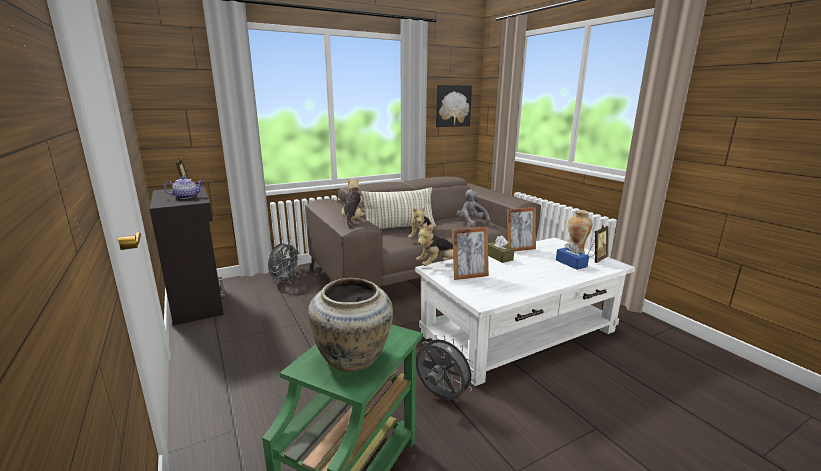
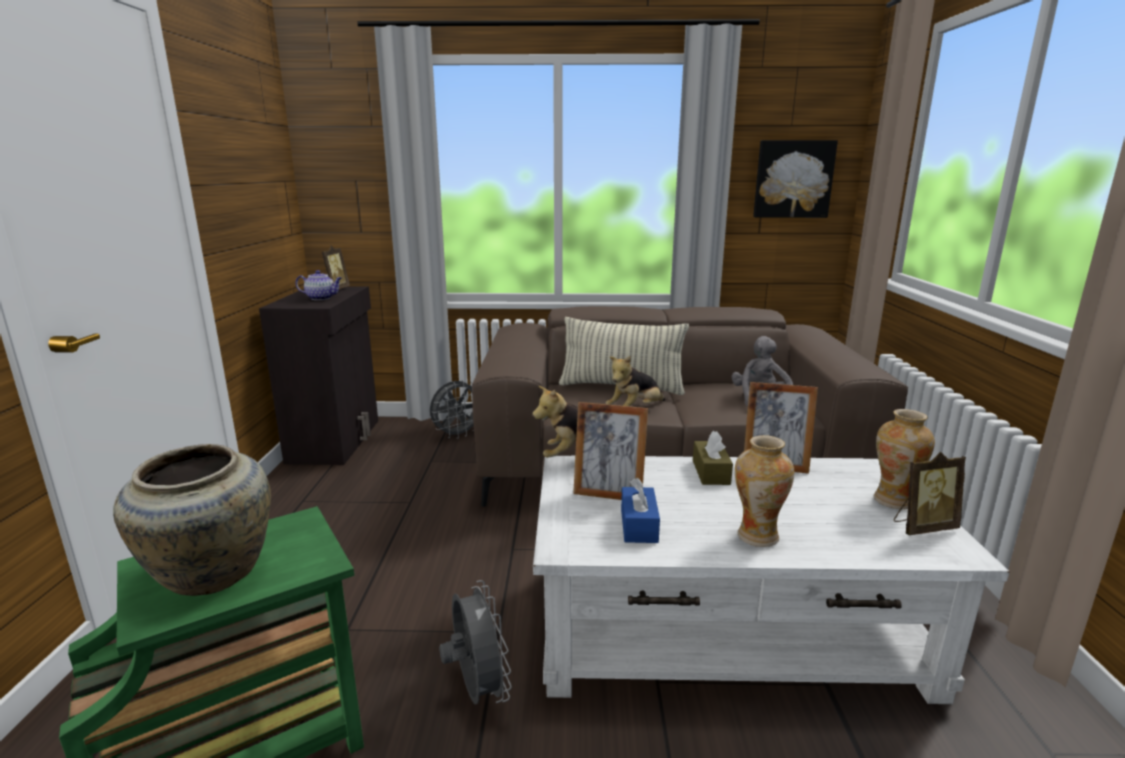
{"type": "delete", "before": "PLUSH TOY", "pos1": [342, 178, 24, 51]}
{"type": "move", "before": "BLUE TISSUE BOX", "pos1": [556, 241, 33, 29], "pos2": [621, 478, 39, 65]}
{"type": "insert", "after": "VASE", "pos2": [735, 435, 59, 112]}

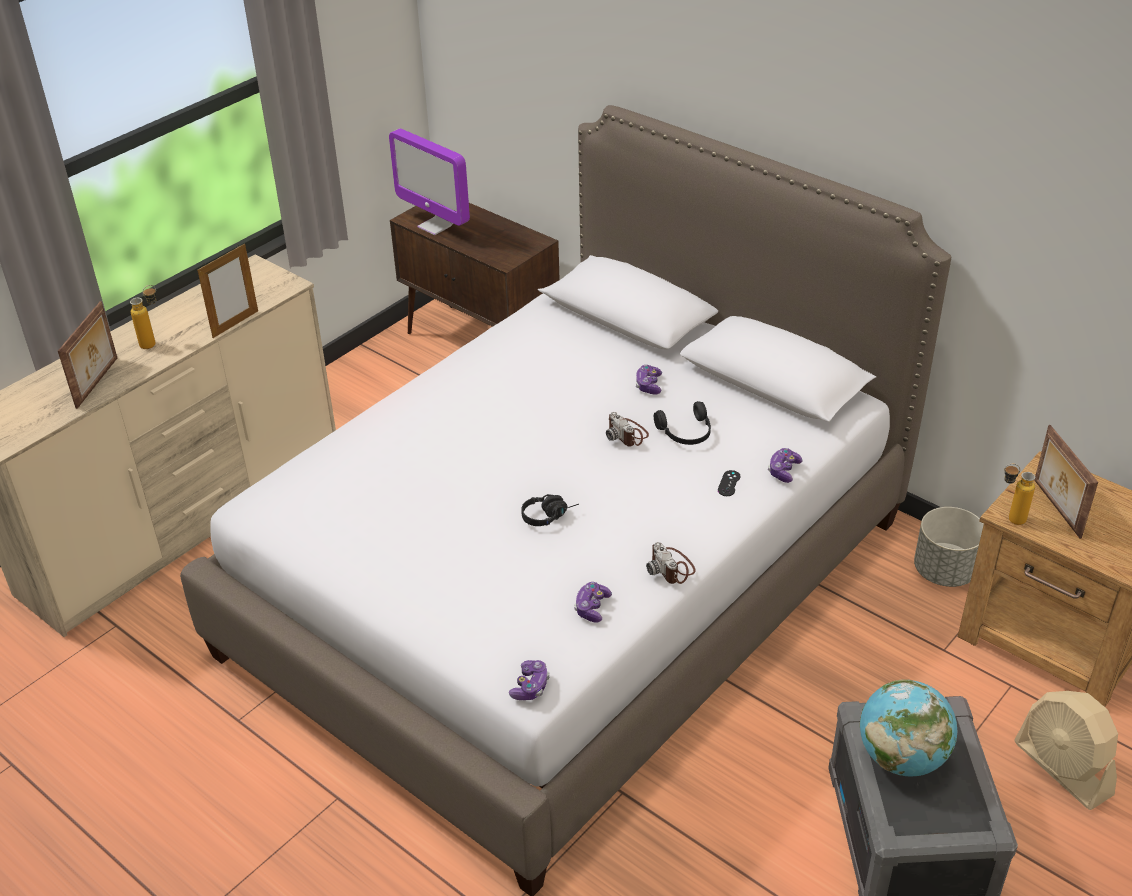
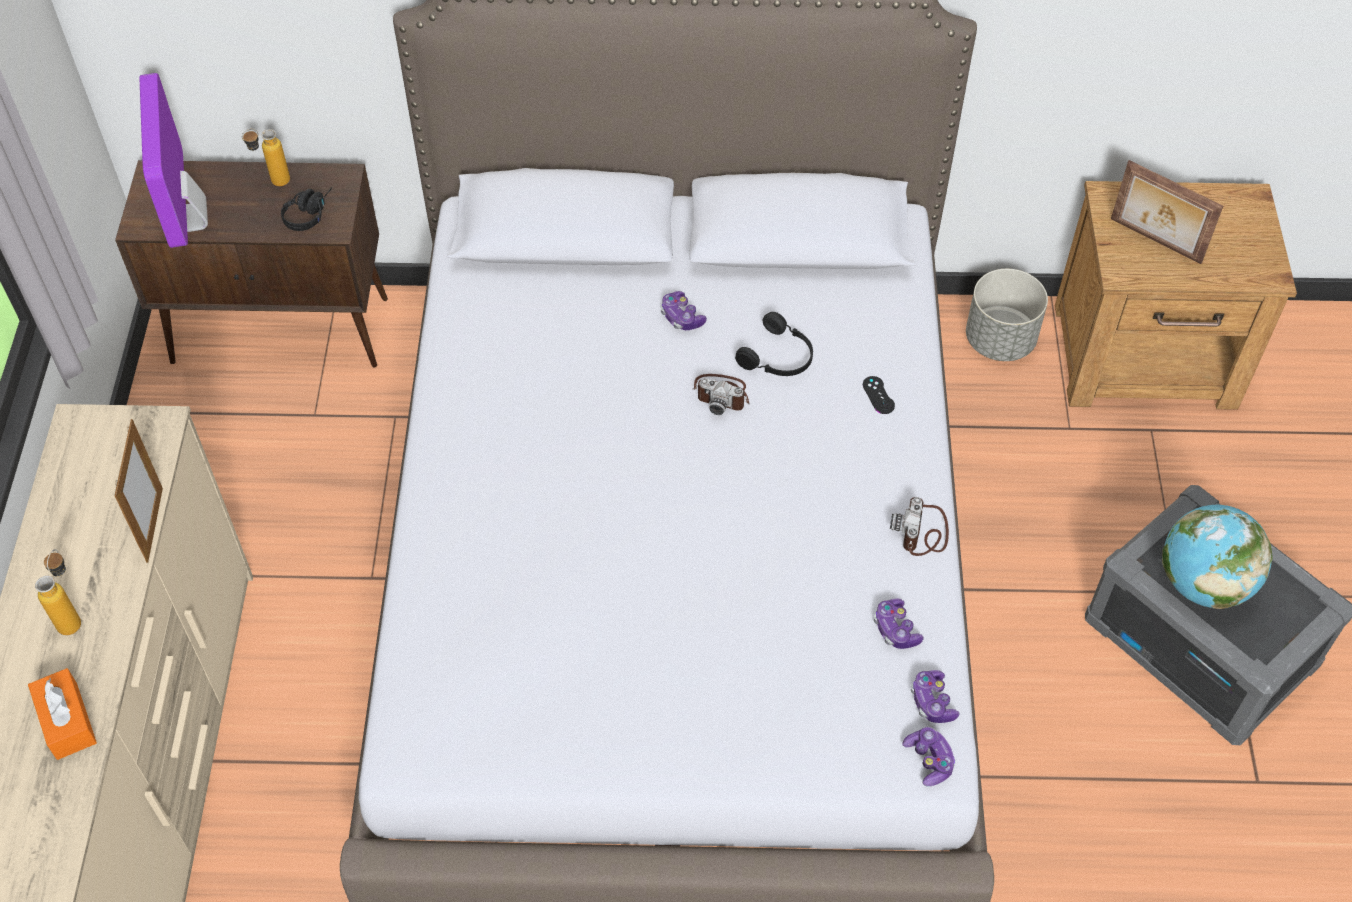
{"type": "replace", "before": "PICTURE FRAME", "after": "ORANGE TISSUE BOX", "pos1": [58, 301, 59, 108], "pos2": [28, 668, 69, 92]}
{"type": "rotate", "before": "MONITOR", "pos1": [389, 128, 81, 107], "pos2": [140, 73, 68, 175], "turn": 75}
{"type": "move", "before": "BLACK HEADPHONES", "pos1": [521, 494, 58, 32], "pos2": [281, 187, 51, 44]}
{"type": "rotate", "before": "PHOTO CAMERA", "pos1": [646, 542, 50, 42], "pos2": [890, 497, 59, 59], "turn": 75}
{"type": "move", "before": "GAME CONTROLLER", "pos1": [768, 448, 35, 35], "pos2": [911, 670, 48, 53]}
{"type": "move", "before": "BOTTLE", "pos1": [1004, 464, 31, 61], "pos2": [242, 129, 48, 57]}
{"type": "delete", "before": "BEIGE FAN", "pos1": [1014, 691, 104, 119]}

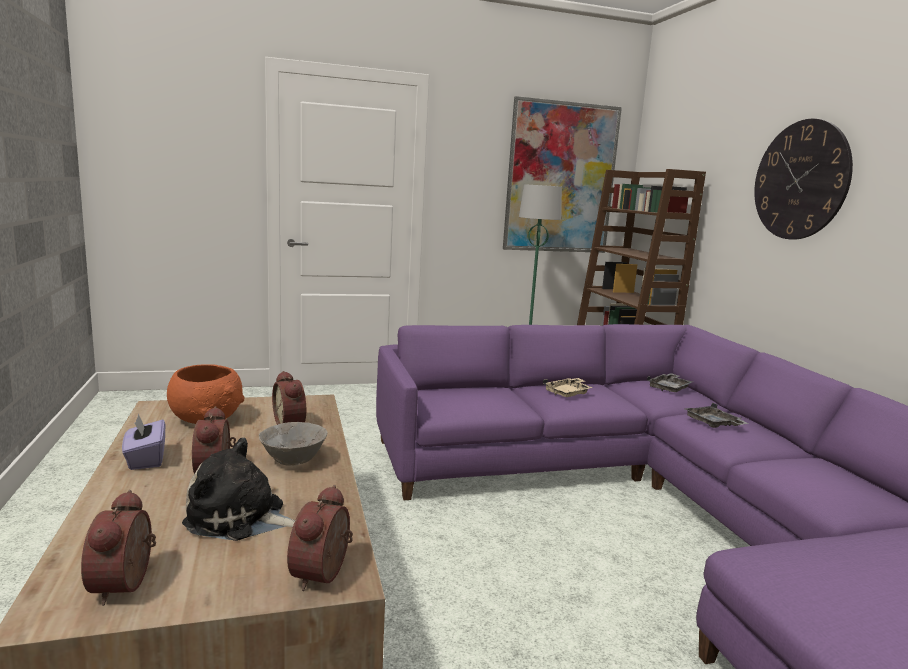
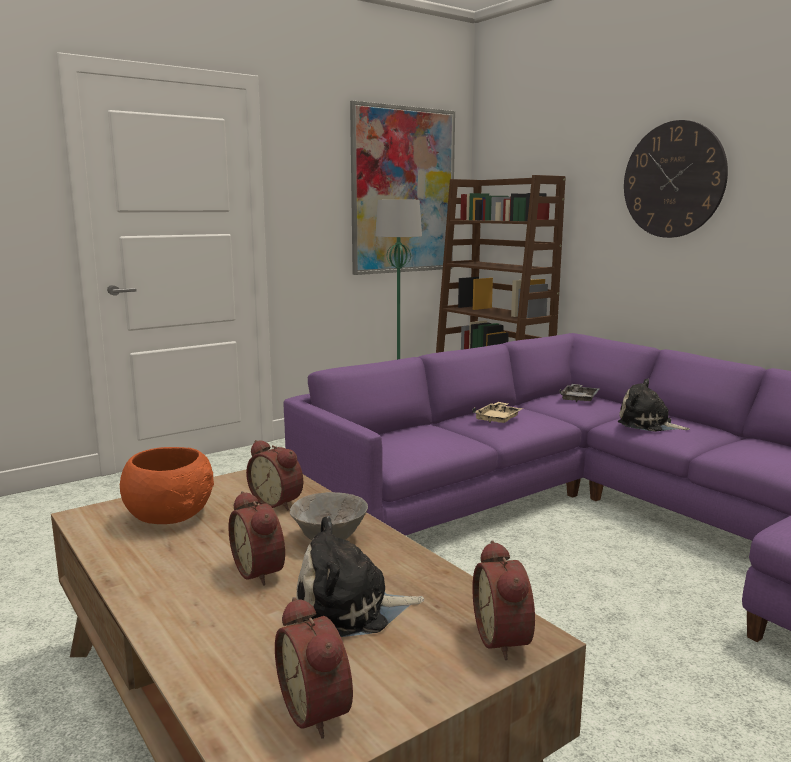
{"type": "delete", "before": "PURPLE TISSUE BOX", "pos1": [122, 414, 43, 56]}
{"type": "replace", "before": "GREY TRAY", "after": "PLUSH TOY", "pos1": [685, 403, 64, 25], "pos2": [618, 379, 72, 53]}

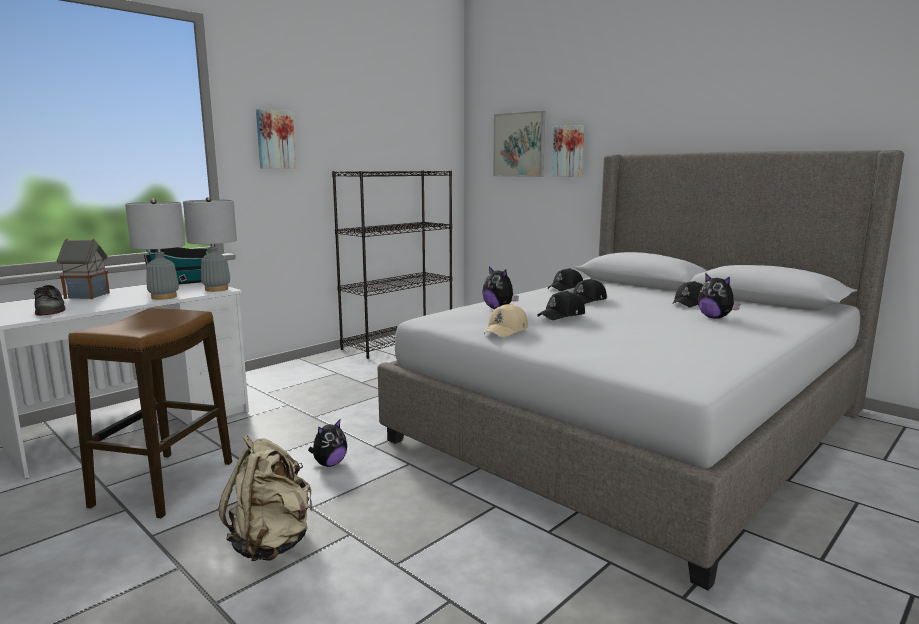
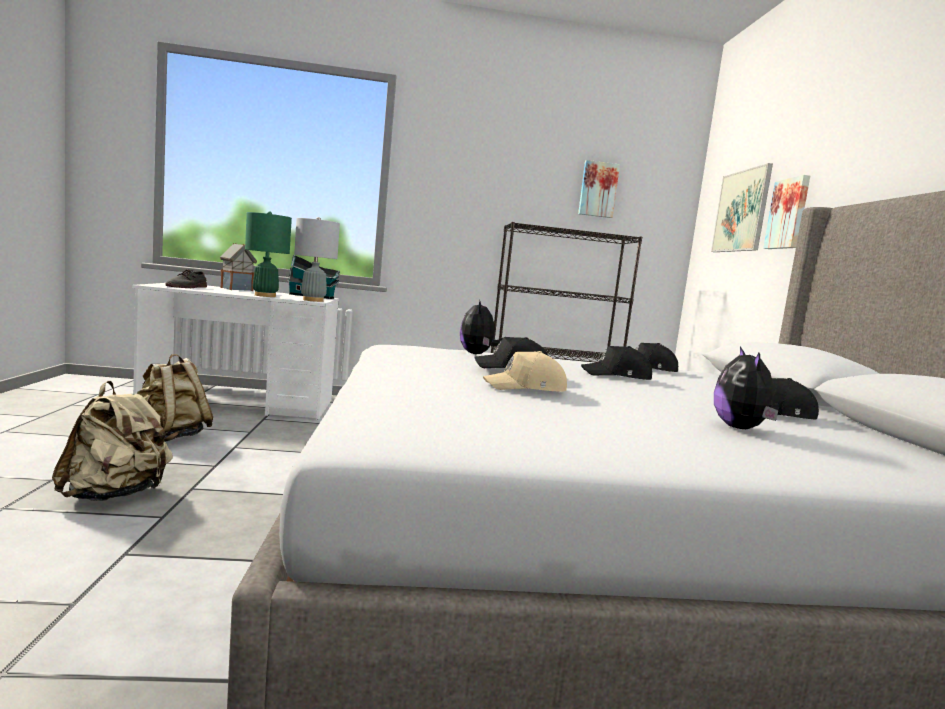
{"type": "replace", "before": "STOOL", "after": "BEIGE BACKPACK", "pos1": [68, 308, 164, 210], "pos2": [137, 354, 76, 88]}
{"type": "recolor", "before": "GREY TABLE LAMP", "after": "GREEN TABLE LAMP", "pos1": [125, 199, 60, 101], "pos2": [245, 211, 47, 86]}
{"type": "move", "before": "PICTURE", "pos1": [256, 109, 40, 60], "pos2": [578, 160, 42, 58]}
{"type": "delete", "before": "PLUSH TOY", "pos1": [308, 419, 39, 48]}
{"type": "move", "before": "BEIGE CAP", "pos1": [484, 304, 44, 33], "pos2": [483, 351, 84, 41]}

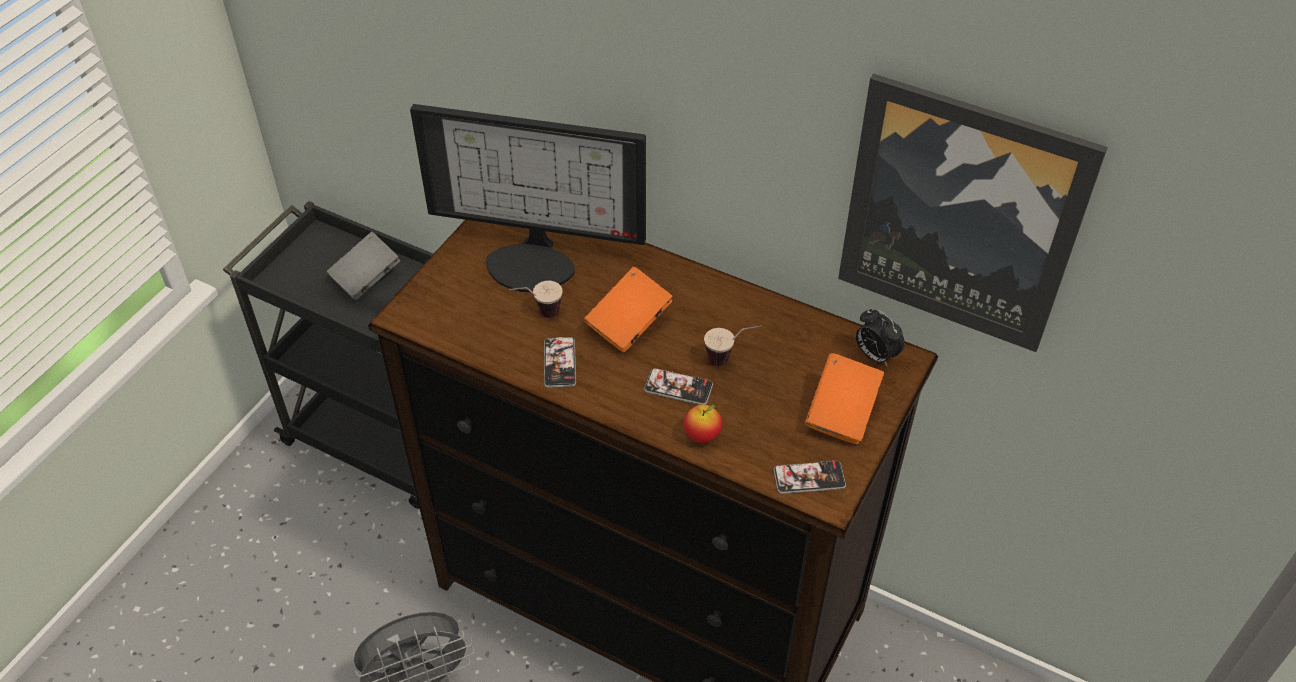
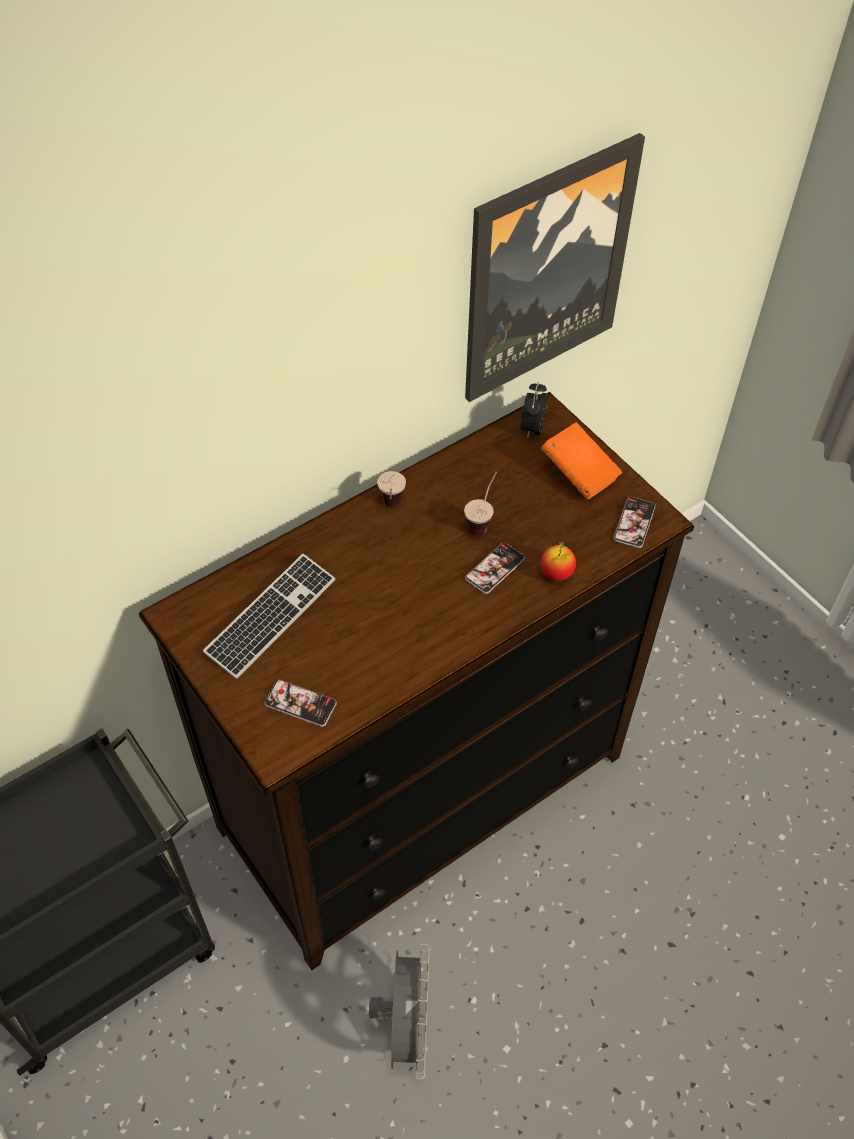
{"type": "delete", "before": "GREY BOOK", "pos1": [327, 232, 73, 68]}
{"type": "replace", "before": "MONITOR", "after": "KEYBOARD", "pos1": [410, 104, 236, 189], "pos2": [203, 554, 132, 125]}
{"type": "move", "before": "CUP", "pos1": [509, 281, 54, 37], "pos2": [377, 471, 29, 36]}
{"type": "move", "before": "PHONE", "pos1": [544, 337, 32, 51], "pos2": [265, 680, 72, 47]}
{"type": "delete", "before": "ORANGE BOOK", "pos1": [584, 267, 89, 85]}
{"type": "rotate", "before": "ALARM CLOCK", "pos1": [856, 309, 49, 57], "pos2": [521, 382, 27, 55], "turn": 120}

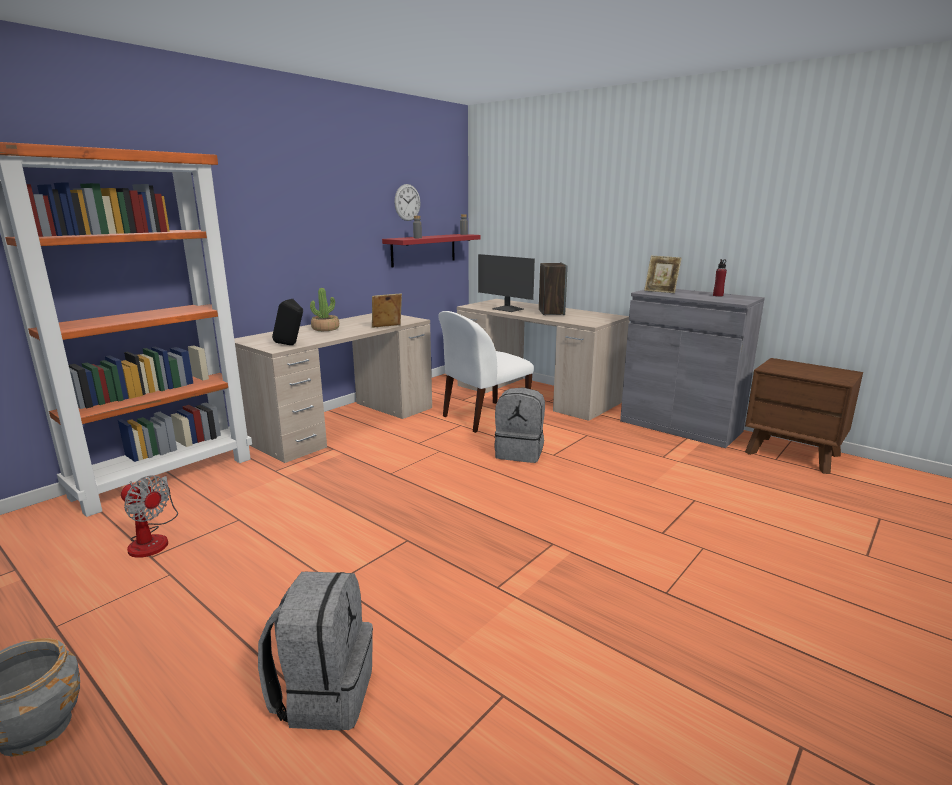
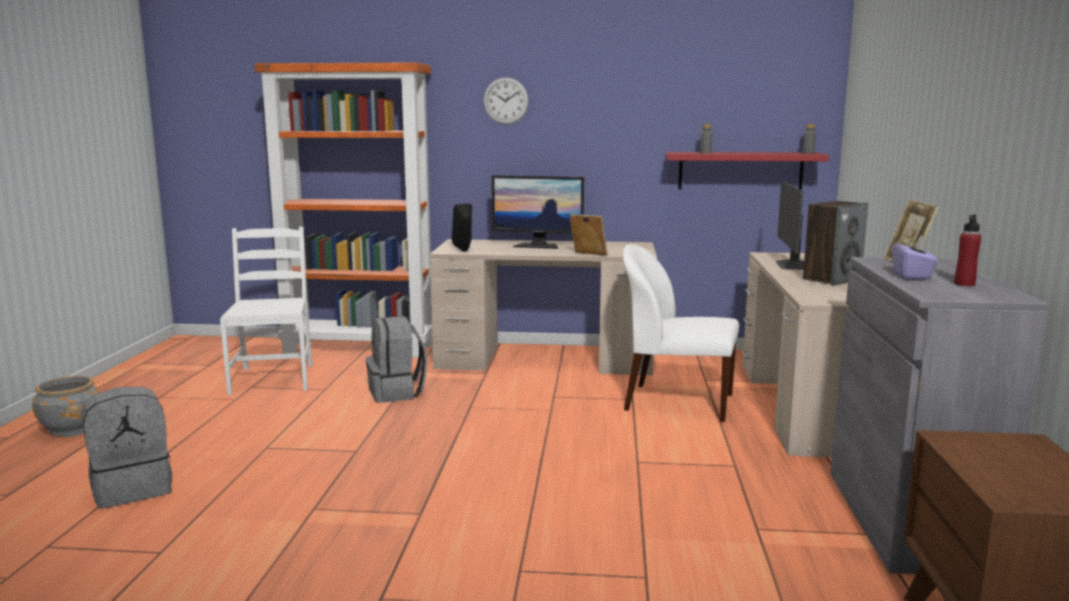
{"type": "replace", "before": "FAN", "after": "WHITE CHAIR", "pos1": [121, 475, 57, 83], "pos2": [220, 227, 92, 168]}
{"type": "replace", "before": "POTTED PLANT", "after": "MONITOR", "pos1": [310, 288, 29, 43], "pos2": [492, 175, 92, 74]}
{"type": "move", "before": "WALL CLOCK", "pos1": [394, 184, 27, 37], "pos2": [483, 77, 46, 47]}
{"type": "move", "before": "GREY BACKPACK", "pos1": [494, 387, 51, 76], "pos2": [366, 316, 61, 87]}
{"type": "insert", "after": "PURPLE TISSUE BOX", "pos2": [893, 235, 45, 45]}

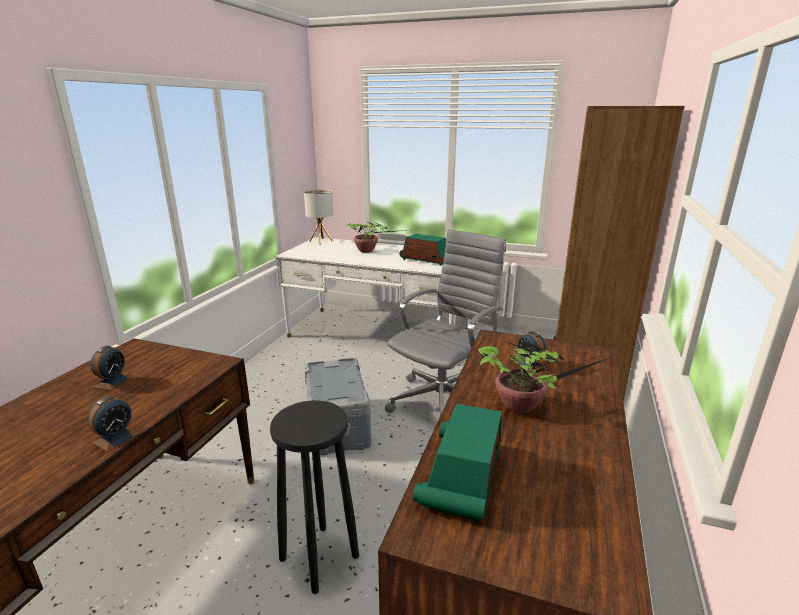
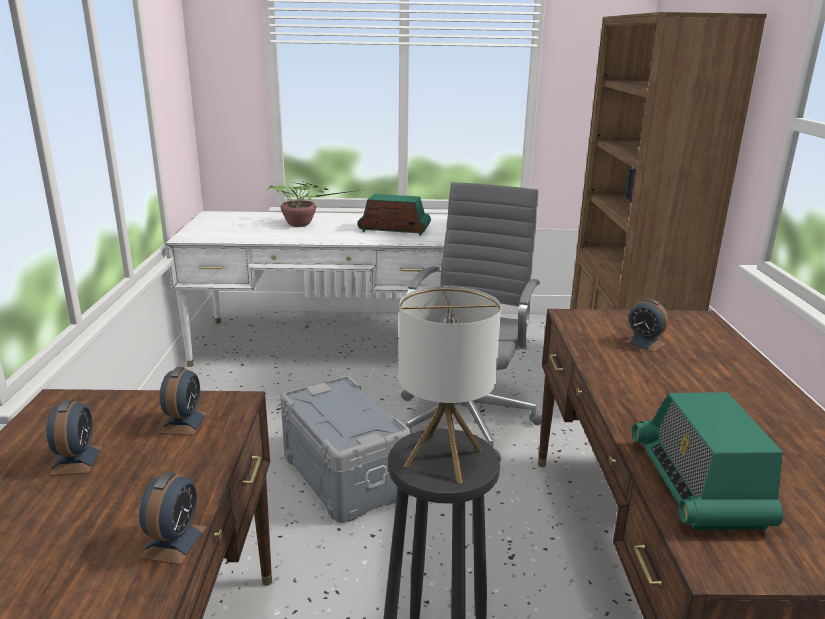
{"type": "move", "before": "TABLE LAMP", "pos1": [304, 190, 29, 55], "pos2": [399, 286, 102, 197]}
{"type": "delete", "before": "POTTED PLANT", "pos1": [478, 339, 134, 74]}
{"type": "insert", "after": "ALARM CLOCK", "pos2": [159, 367, 49, 68]}

